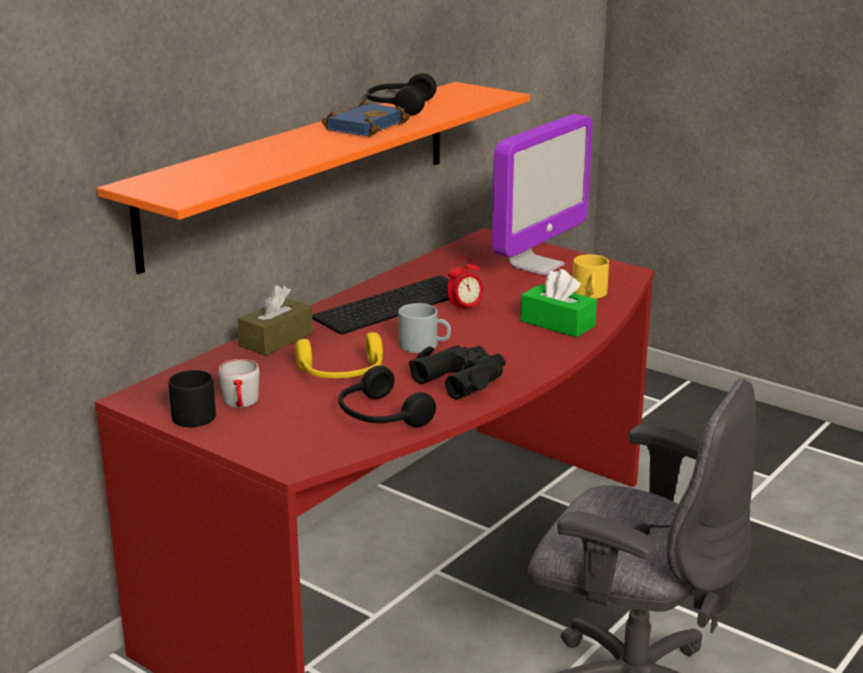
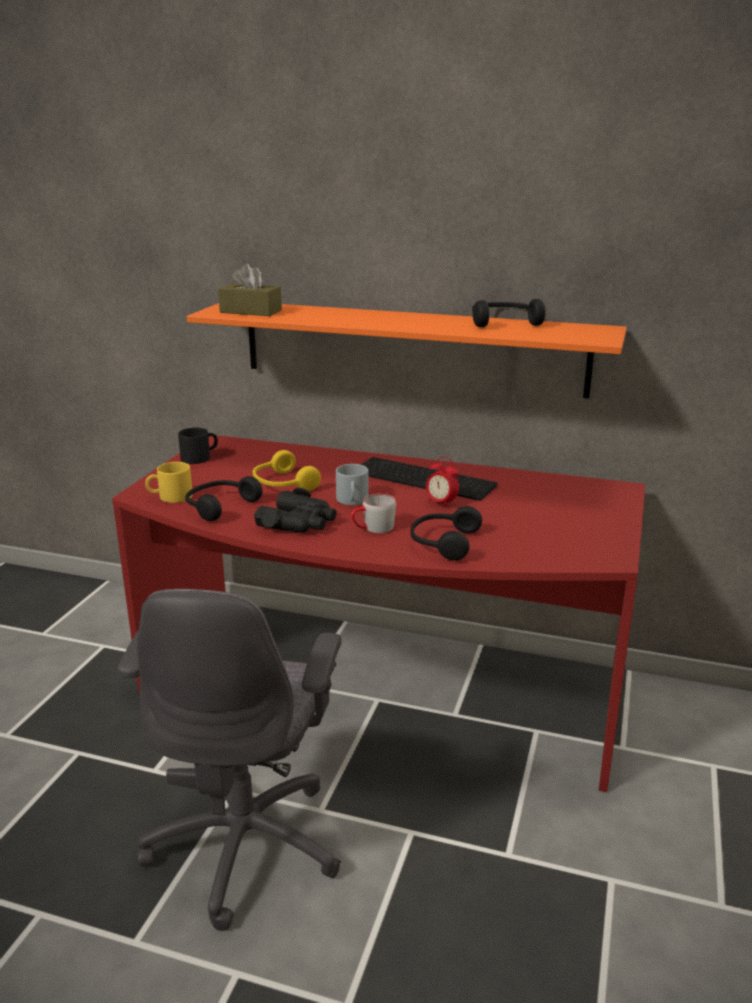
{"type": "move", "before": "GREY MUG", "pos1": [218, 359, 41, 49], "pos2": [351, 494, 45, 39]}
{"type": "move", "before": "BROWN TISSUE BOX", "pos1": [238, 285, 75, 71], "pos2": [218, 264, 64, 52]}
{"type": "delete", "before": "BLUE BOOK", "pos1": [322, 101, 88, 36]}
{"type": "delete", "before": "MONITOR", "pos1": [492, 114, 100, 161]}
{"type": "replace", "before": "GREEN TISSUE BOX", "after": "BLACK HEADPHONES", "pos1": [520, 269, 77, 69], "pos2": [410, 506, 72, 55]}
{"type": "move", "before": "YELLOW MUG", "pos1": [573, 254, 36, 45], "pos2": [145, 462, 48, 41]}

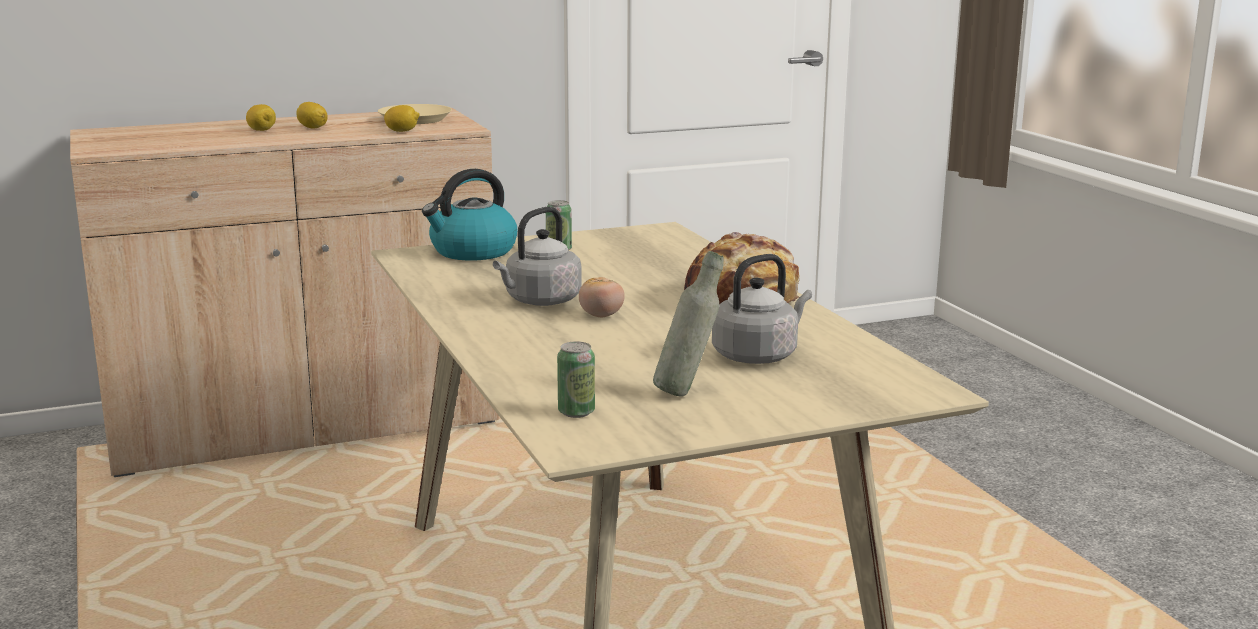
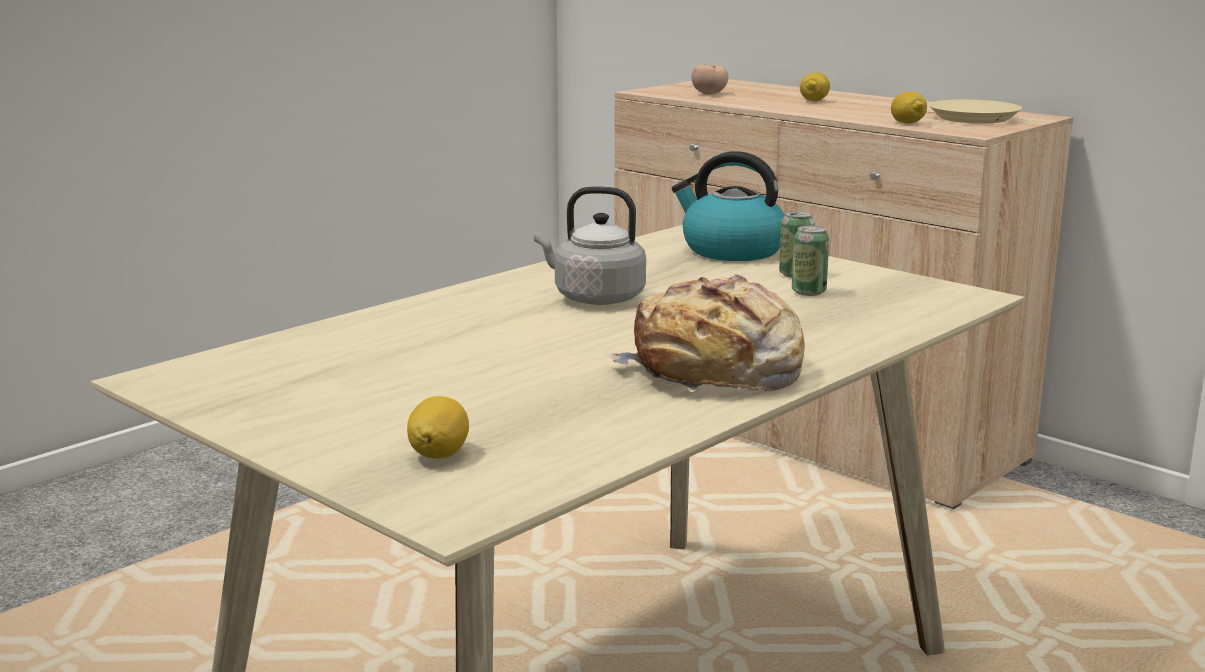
{"type": "move", "before": "LEMON", "pos1": [296, 102, 31, 27], "pos2": [407, 396, 62, 63]}
{"type": "move", "before": "CAN", "pos1": [557, 342, 38, 76], "pos2": [792, 225, 37, 71]}
{"type": "move", "before": "TOMATO", "pos1": [579, 277, 46, 40], "pos2": [691, 64, 37, 30]}
{"type": "delete", "before": "GREY BOTTLE", "pos1": [653, 251, 71, 146]}
{"type": "delete", "before": "GREY KETTLE", "pos1": [712, 254, 100, 110]}

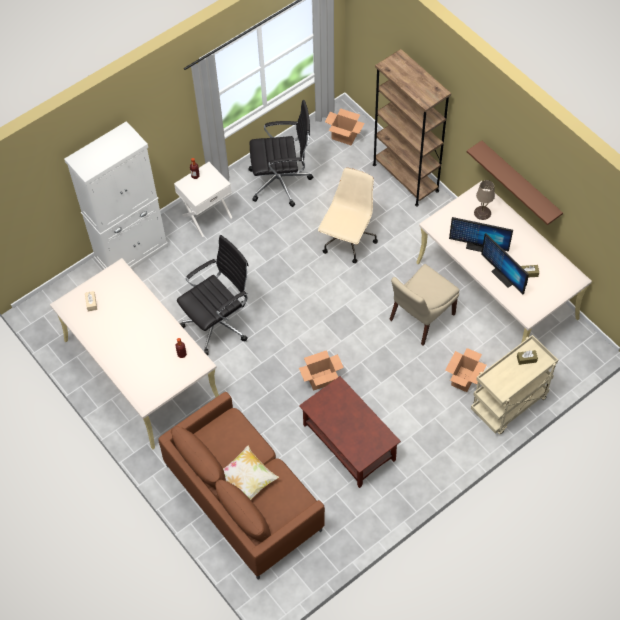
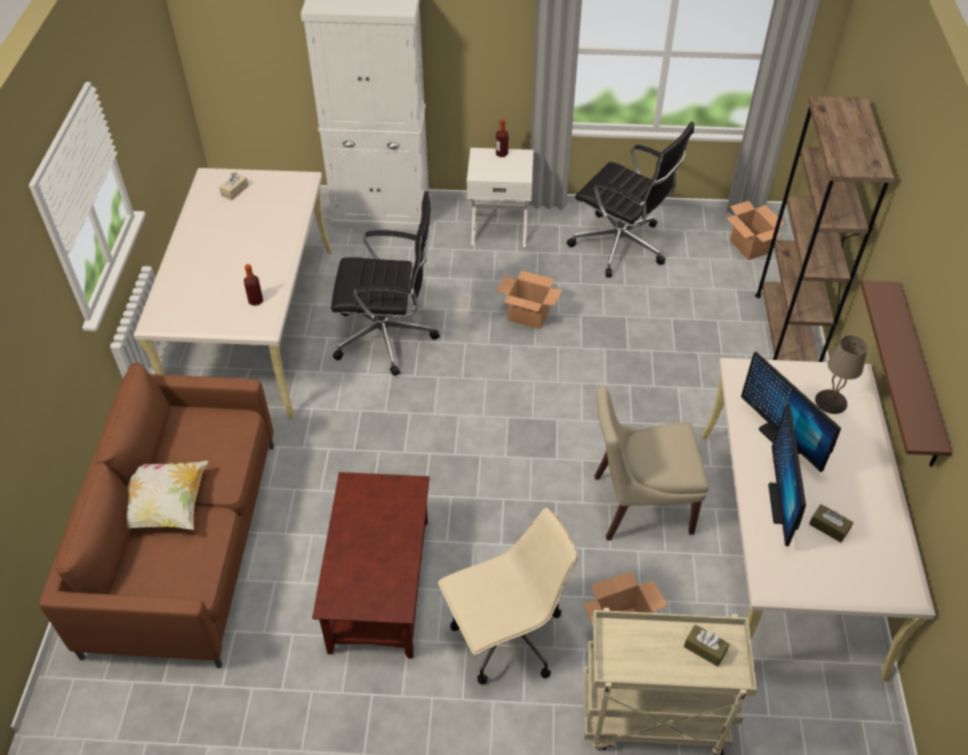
{"type": "move", "before": "CARDBOARD BOX", "pos1": [299, 350, 45, 41], "pos2": [497, 271, 65, 58]}
{"type": "move", "before": "BEIGE OFFICE CHAIR", "pos1": [318, 168, 60, 95], "pos2": [438, 508, 140, 177]}

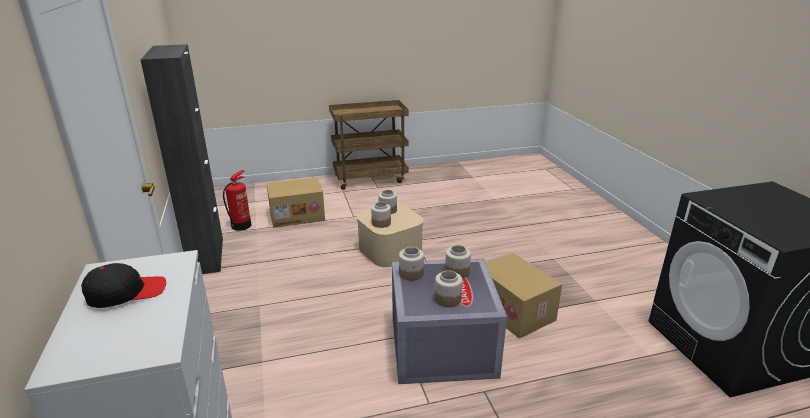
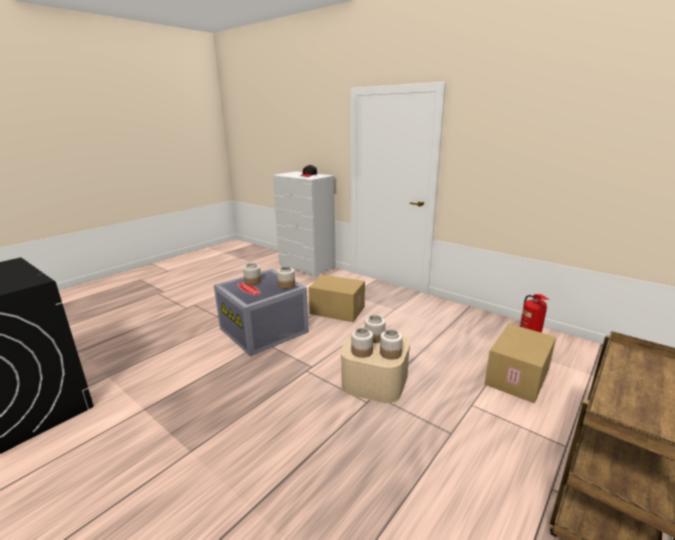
{"type": "delete", "before": "BLACK CABINET", "pos1": [140, 44, 83, 230]}
{"type": "move", "before": "JAR", "pos1": [445, 245, 26, 33], "pos2": [351, 328, 22, 30]}
{"type": "move", "before": "CARDBOARD BOX", "pos1": [486, 252, 76, 87], "pos2": [308, 275, 57, 47]}

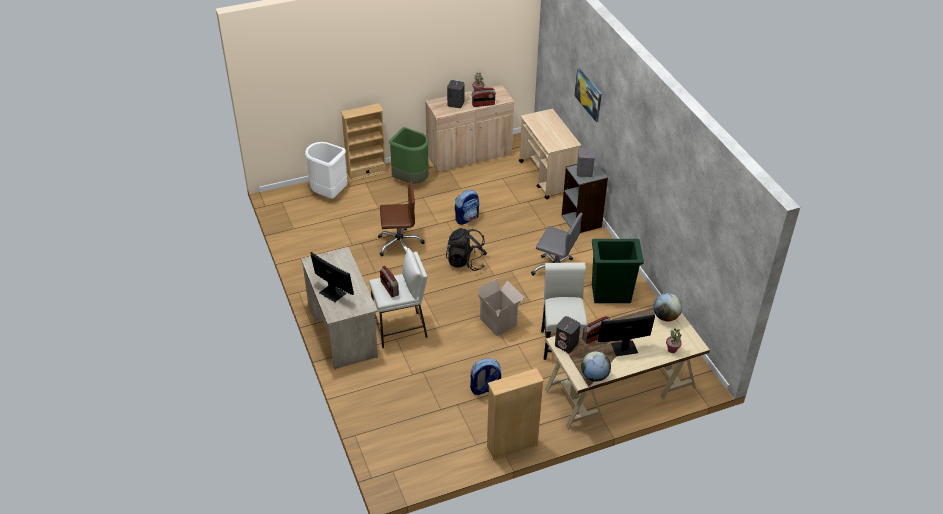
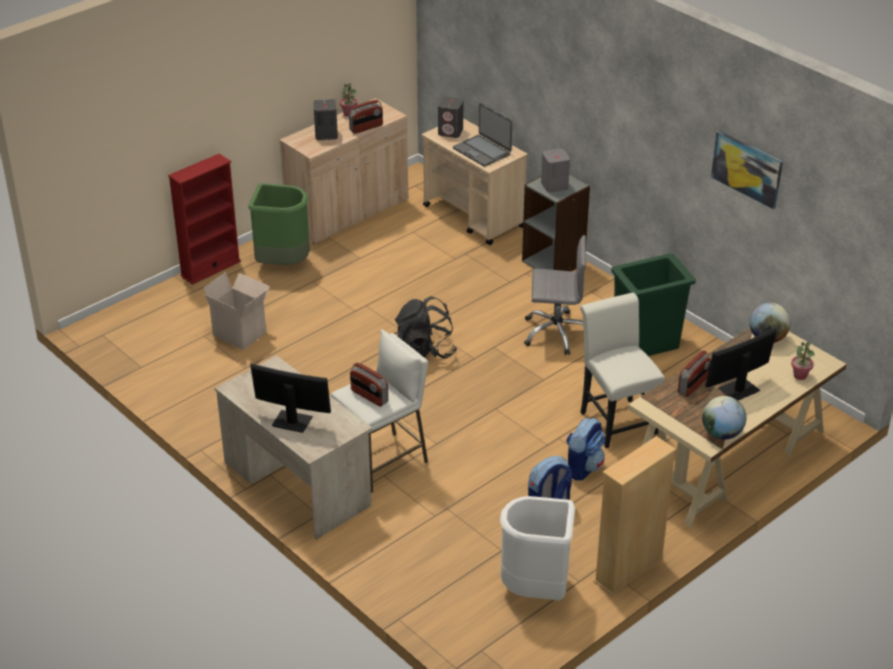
{"type": "move", "before": "WHITE TRASH CAN", "pos1": [305, 142, 42, 57], "pos2": [500, 496, 75, 104]}
{"type": "recolor", "before": "BEIGE BOOKCASE", "after": "RED BOOKCASE", "pos1": [341, 103, 46, 79], "pos2": [168, 154, 73, 131]}
{"type": "delete", "before": "BROWN OFFICE CHAIR", "pos1": [378, 181, 47, 75]}
{"type": "move", "before": "BACKPACK", "pos1": [455, 190, 24, 35], "pos2": [566, 417, 39, 64]}
{"type": "move", "before": "CARDBOARD BOX", "pos1": [478, 278, 47, 58], "pos2": [204, 272, 66, 78]}
{"type": "move", "before": "GREY SPEAKER", "pos1": [555, 316, 26, 37], "pos2": [438, 97, 25, 41]}
{"type": "move", "before": "PICTURE", "pos1": [574, 68, 28, 54], "pos2": [711, 131, 72, 78]}
{"type": "insert", "after": "LAPTOP", "pos2": [453, 103, 59, 64]}

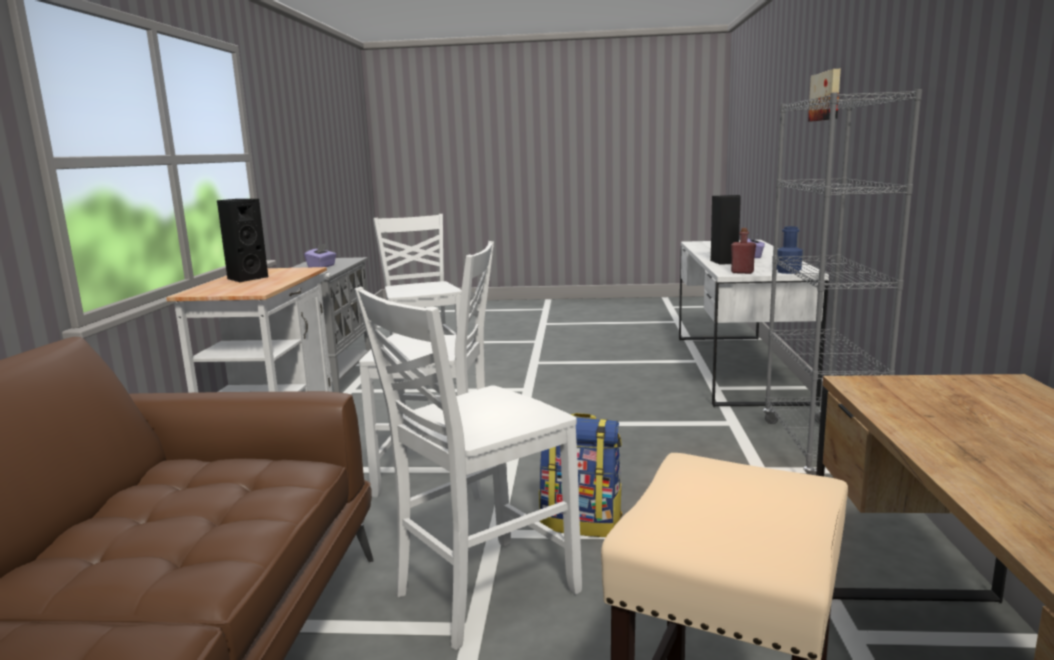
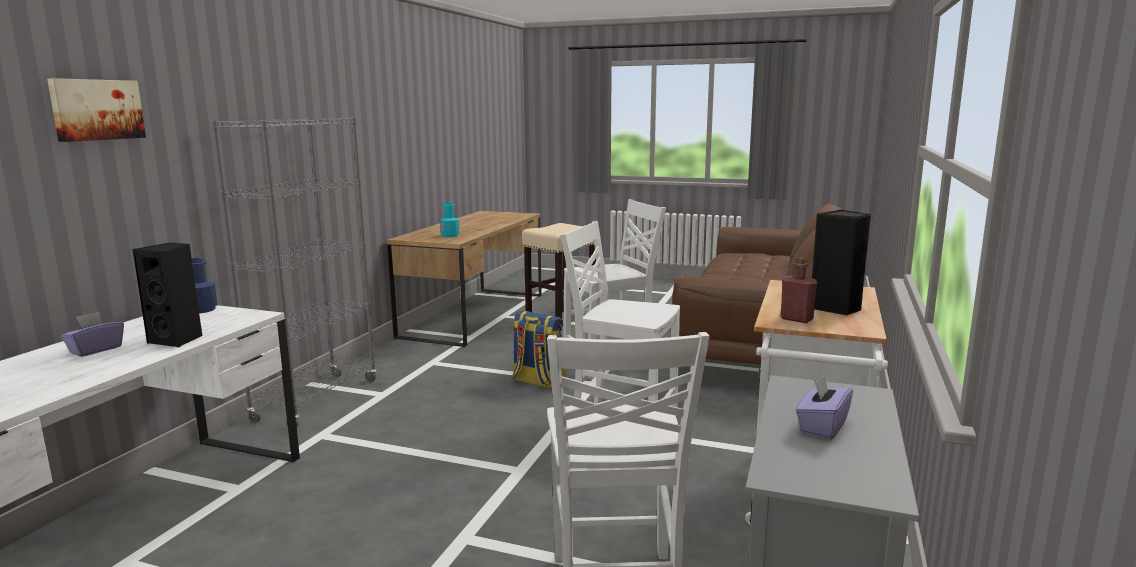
{"type": "move", "before": "RED BOTTLE", "pos1": [731, 228, 25, 46], "pos2": [781, 257, 36, 66]}
{"type": "insert", "after": "TURQUOISE BOTTLE", "pos2": [440, 202, 19, 36]}

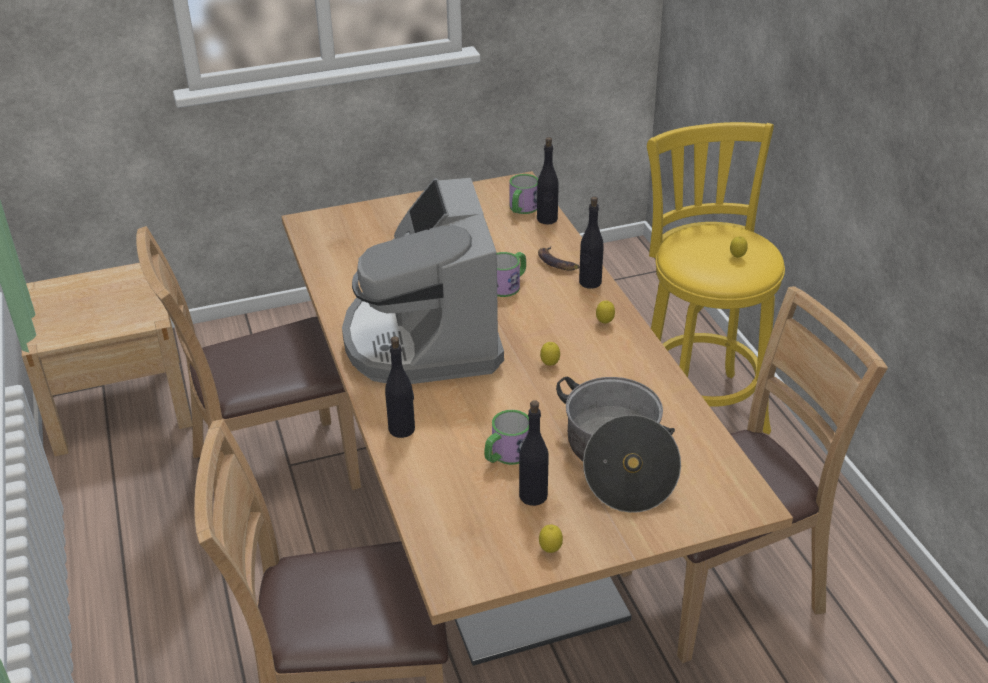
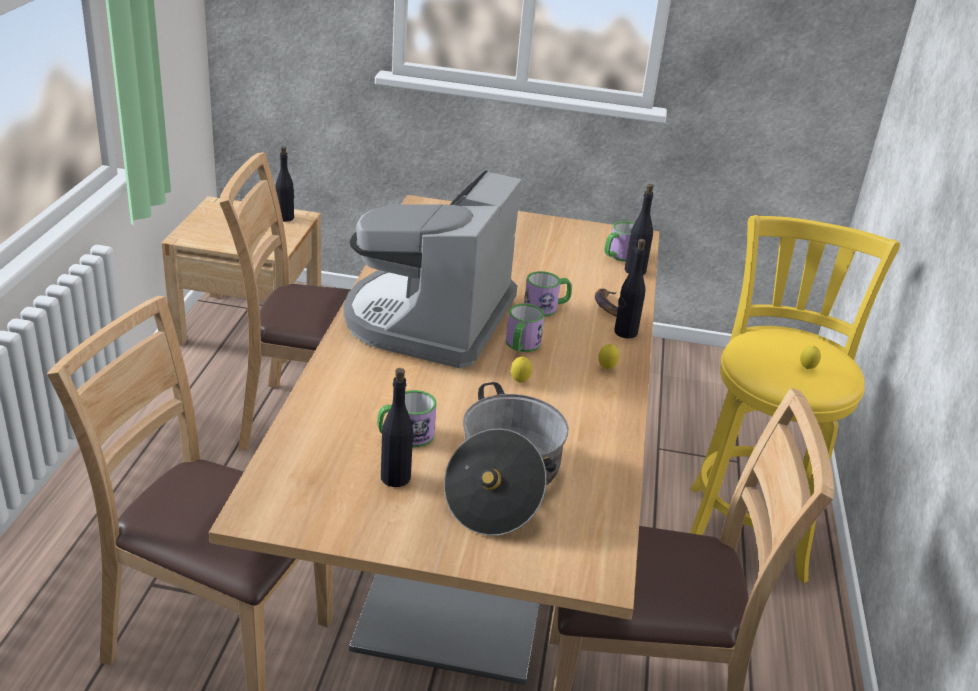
{"type": "move", "before": "BLACK BOTTLE", "pos1": [385, 336, 30, 102], "pos2": [276, 146, 18, 76]}
{"type": "delete", "before": "LEMON", "pos1": [539, 525, 24, 28]}
{"type": "insert", "after": "MUG", "pos2": [506, 304, 39, 48]}

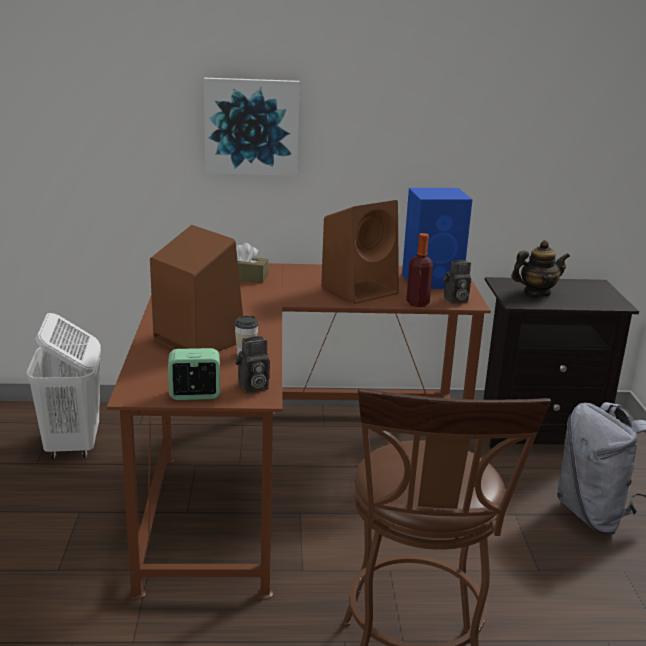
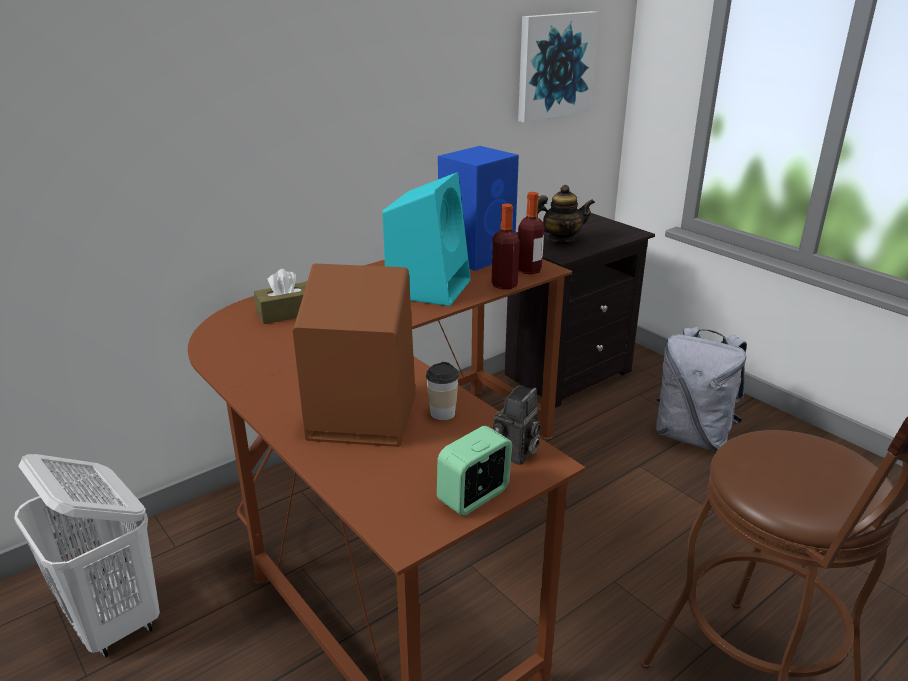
{"type": "move", "before": "PICTURE", "pos1": [204, 78, 96, 98], "pos2": [518, 11, 81, 112]}
{"type": "recolor", "before": "BROWN SPEAKER", "after": "TURQUOISE SPEAKER", "pos1": [321, 200, 78, 104], "pos2": [382, 172, 89, 134]}
{"type": "replace", "before": "PHOTO CAMERA", "after": "BOTTLE", "pos1": [443, 260, 28, 44], "pos2": [518, 192, 26, 82]}
{"type": "rotate", "before": "TEAPOT", "pos1": [511, 240, 59, 57], "pos2": [538, 185, 57, 59], "turn": 45}

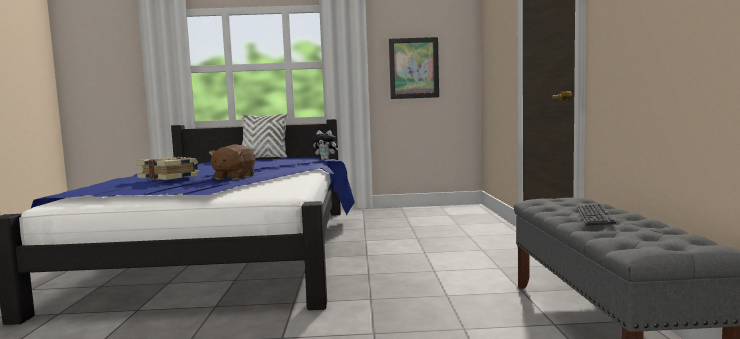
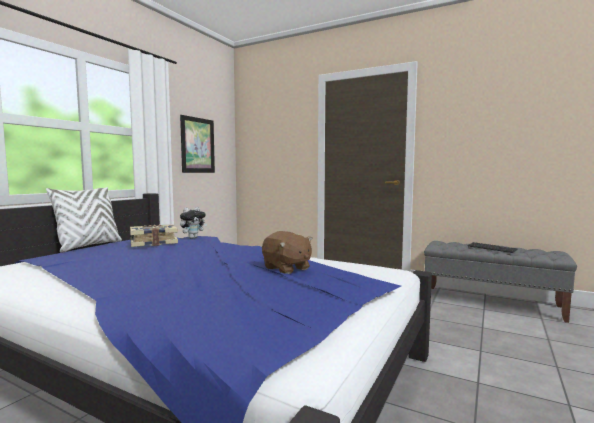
{"type": "move", "before": "BOOK", "pos1": [136, 157, 63, 23], "pos2": [130, 224, 48, 23]}

